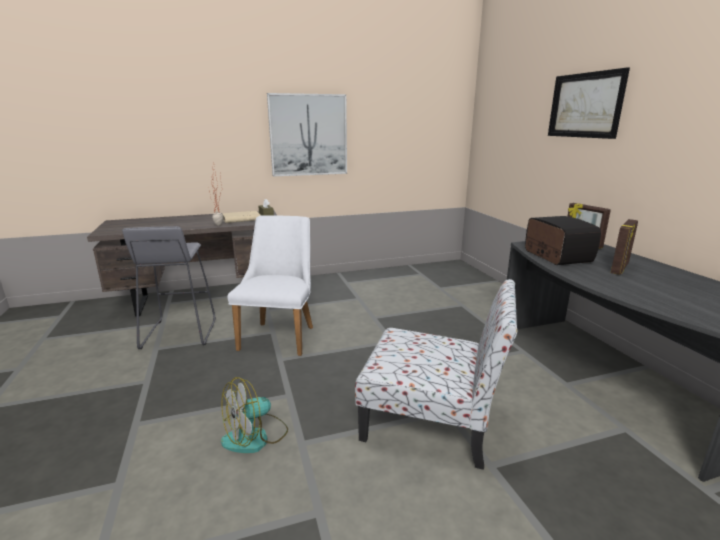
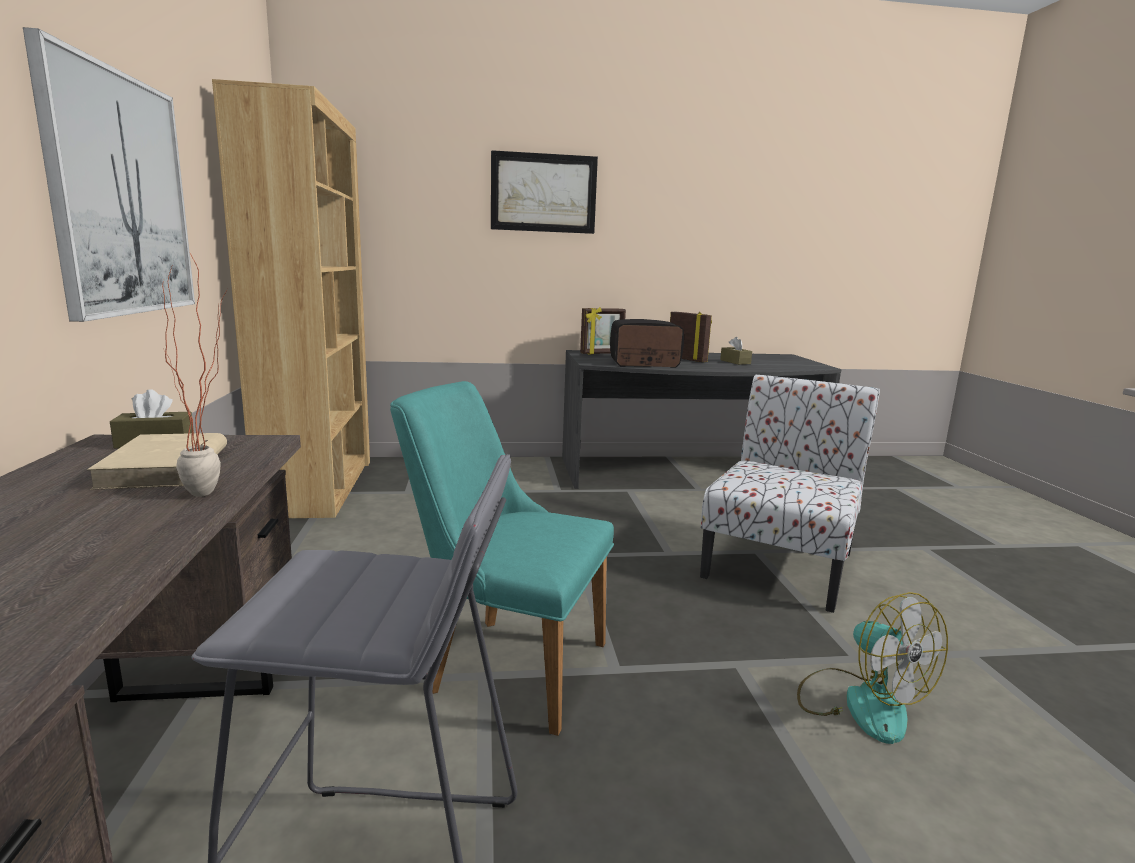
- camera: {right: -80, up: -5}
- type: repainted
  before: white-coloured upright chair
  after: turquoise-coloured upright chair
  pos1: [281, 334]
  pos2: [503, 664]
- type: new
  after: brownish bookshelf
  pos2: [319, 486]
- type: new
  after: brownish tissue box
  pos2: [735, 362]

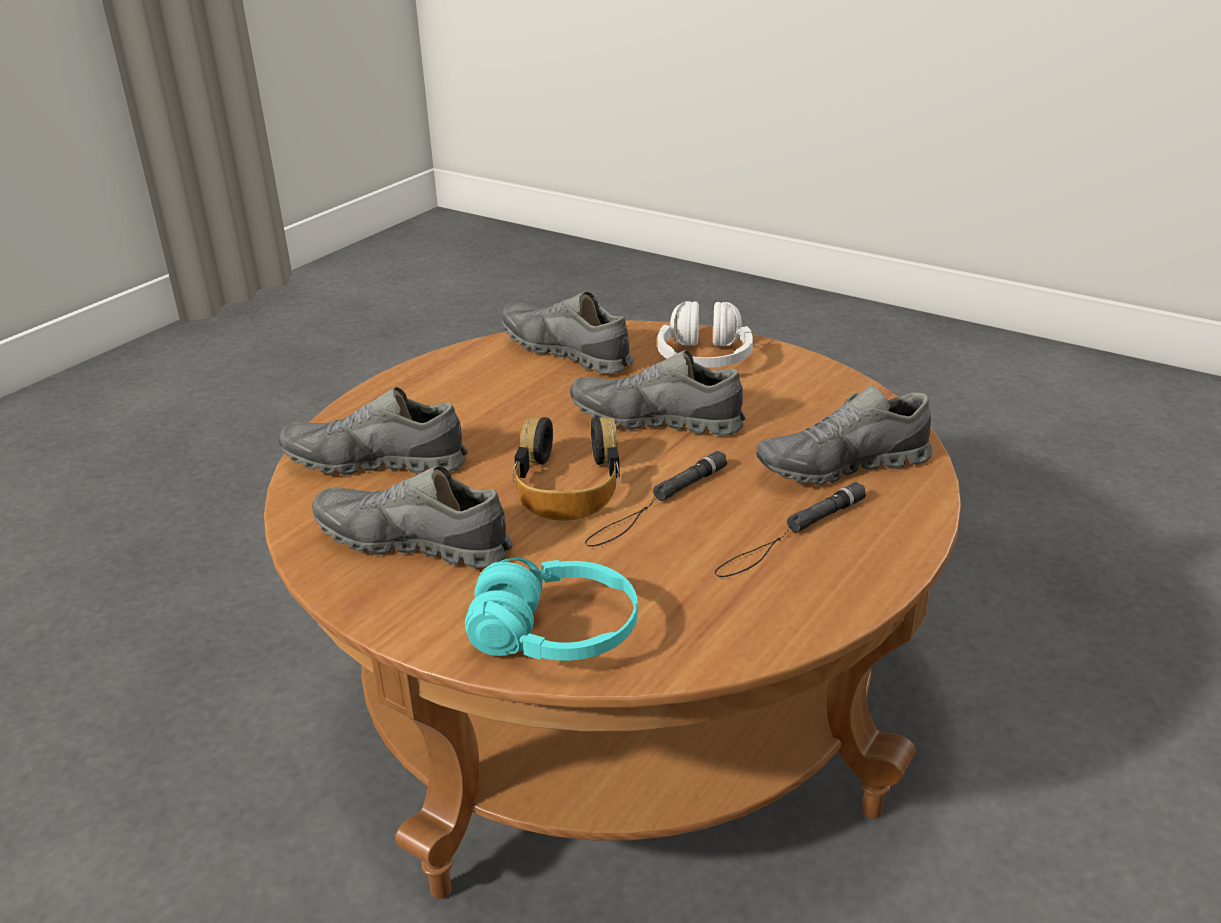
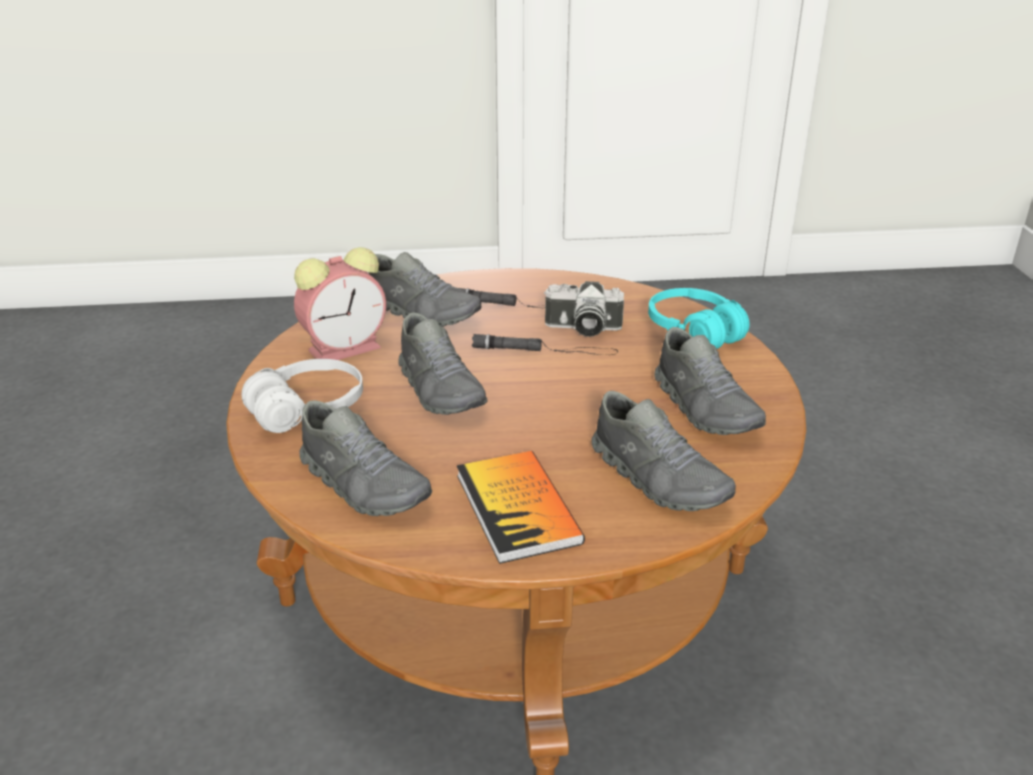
- camera: {right: -130, up: 0}
- type: rotated
  before: greyish low shoe
  pos1: [566, 352]
  pos2: [364, 484]
  turn: -45
- type: gone
  before: pair of headphones
  pos1: [568, 484]
- type: new
  after: alarm clock
  pos2: [347, 348]
- type: new
  after: photo camera
  pos2: [582, 329]
- type: new
  after: bound book
  pos2: [517, 508]

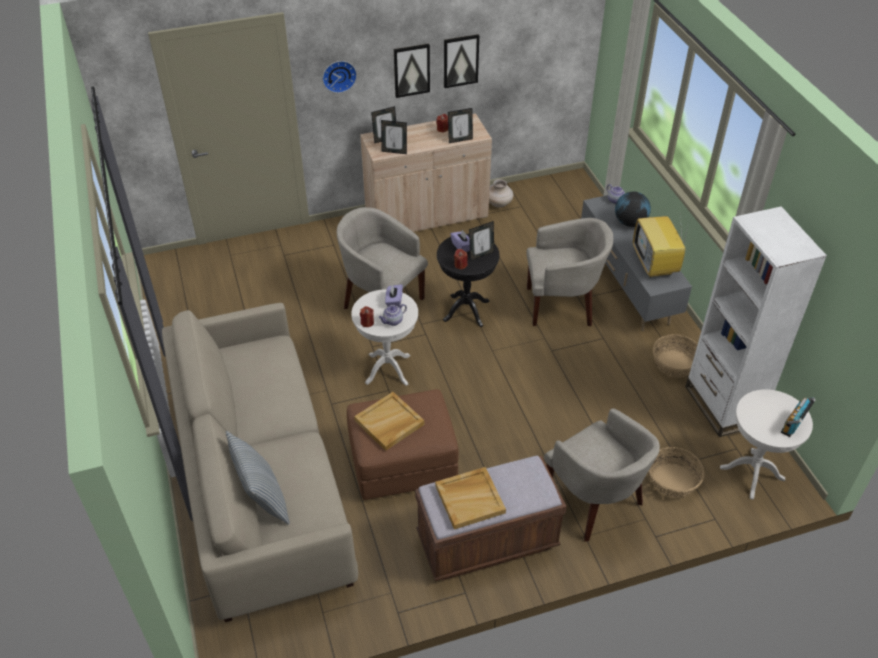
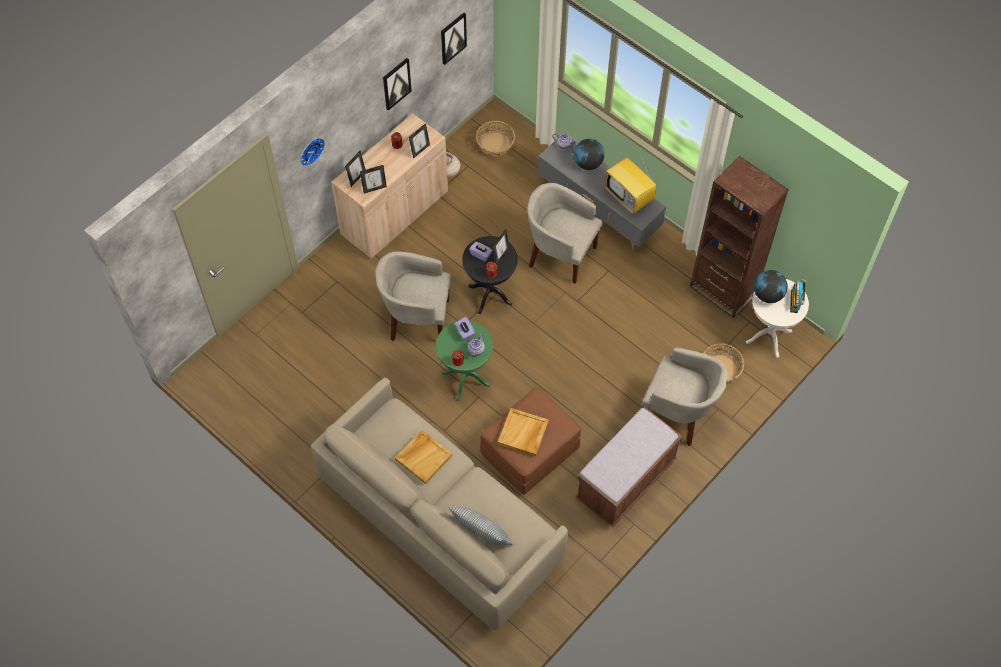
- camera: {right: -30, up: 15}
- type: shifted
  before: wall picture
  pos1: [411, 70]
  pos2: [453, 38]
- type: repainted
  before: white-coloured bookshelf
  after: brownish bookshelf
  pos1: [722, 405]
  pos2: [723, 290]
- type: rotated
  before: beige easy chair
  pos1: [562, 305]
  pos2: [560, 254]
  turn: -120
- type: repainted
  before: white-coloured side table
  after: green-coloured side table
  pos1: [388, 369]
  pos2: [465, 379]
- type: shifted
  before: storage basket
  pos1: [675, 364]
  pos2: [495, 144]
- type: shifted
  before: beige serving tray
  pos1: [470, 499]
  pos2: [423, 457]
- type: new
  after: desk globe
  pos2: [767, 295]

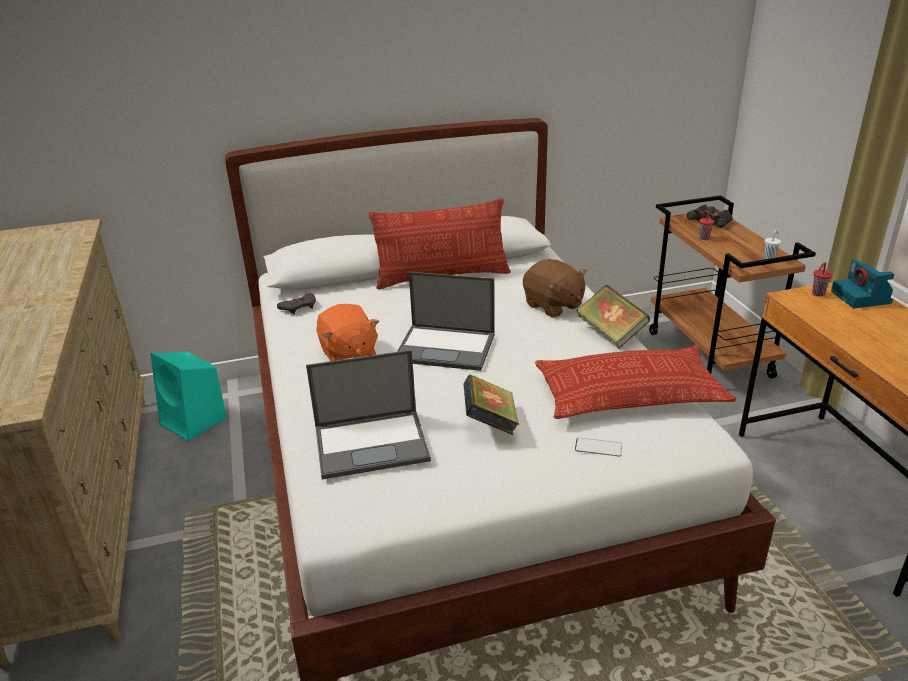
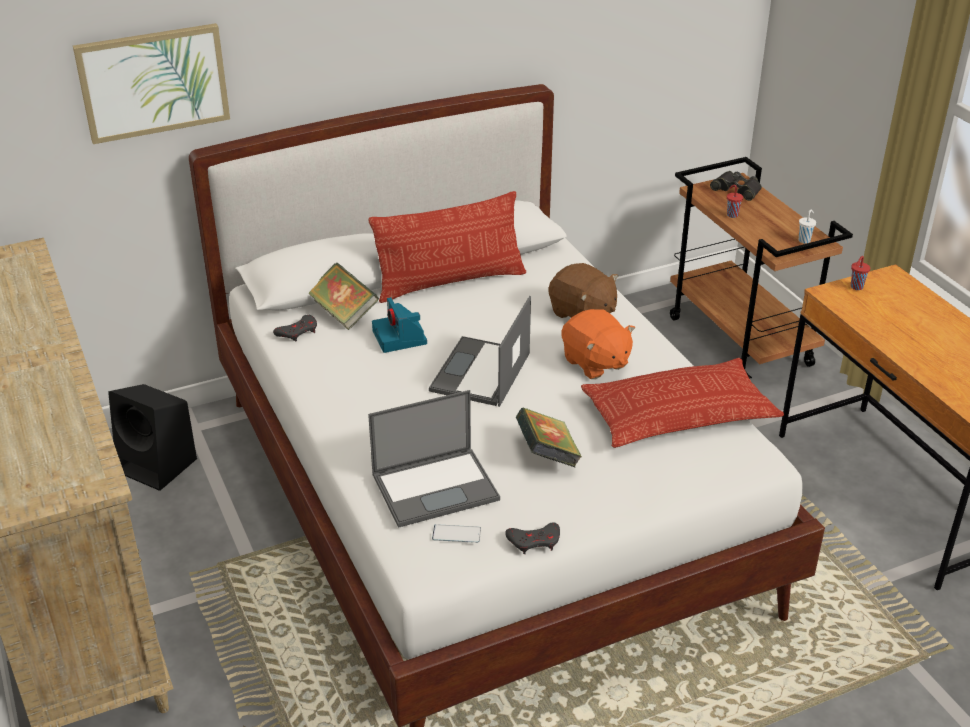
- camera: {right: -10, up: 5}
- type: shifted
  before: photo camera
  pos1: [862, 298]
  pos2: [400, 338]
- type: rotated
  before: laptop
  pos1: [446, 347]
  pos2: [480, 373]
  turn: 105
- type: shifted
  before: bound book
  pos1: [611, 333]
  pos2: [343, 313]
- type: shifted
  before: orange cuddly toy
  pos1: [348, 355]
  pos2: [595, 363]
- type: repainted
  before: turquoise-coloured audio speaker
  after: black audio speaker
  pos1: [195, 421]
  pos2: [159, 466]
- type: shifted
  before: phone
  pos1: [598, 447]
  pos2: [456, 534]
- type: new
  after: wall picture
  pos2: [153, 82]
- type: new
  after: greyish joypad
  pos2: [534, 541]

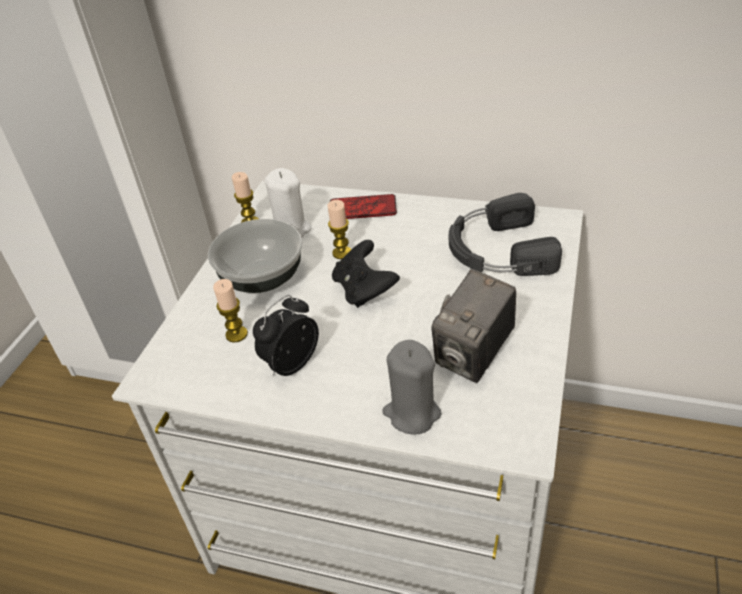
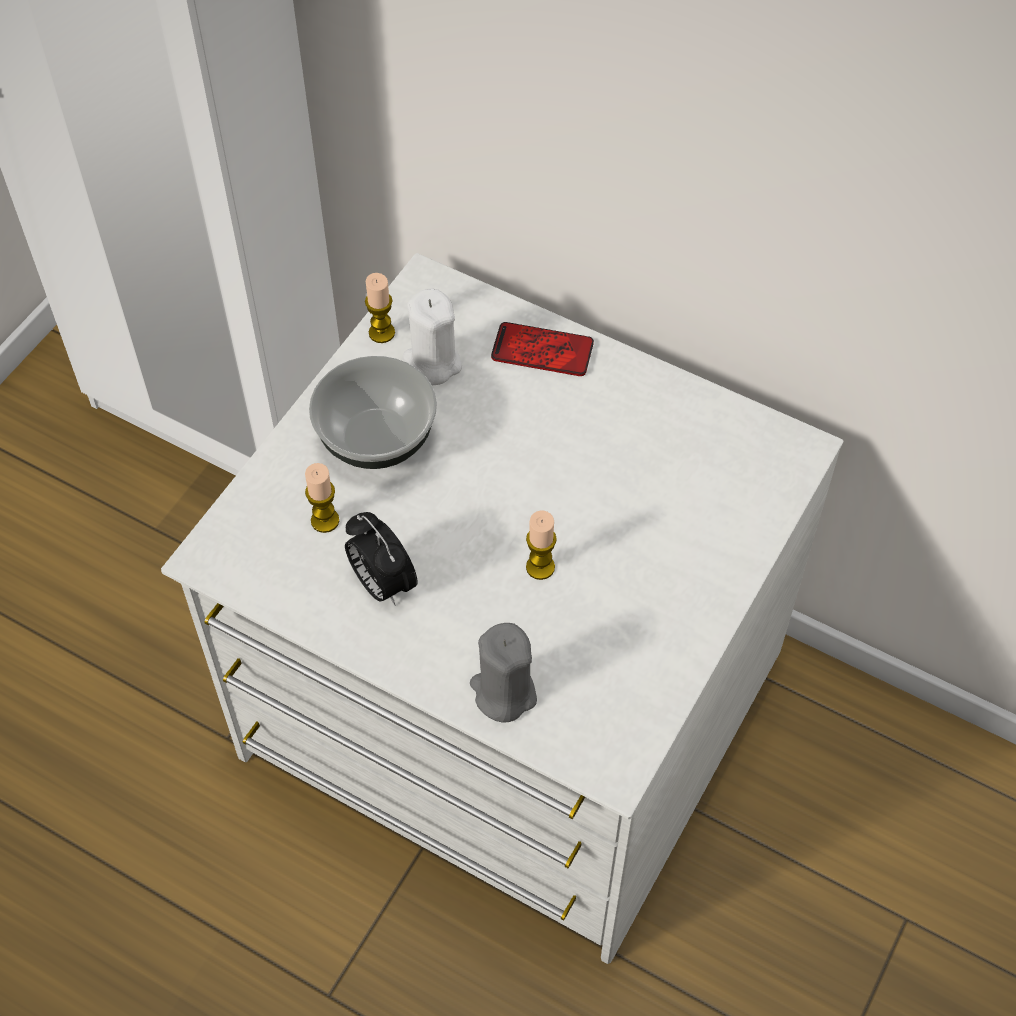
- camera: {right: 10, up: 15}
- type: gone
  before: black pair of headphones
  pos1: [497, 250]
- type: shifted
  before: wax light
  pos1: [342, 253]
  pos2: [540, 567]
- type: gone
  before: black joypad
  pos1: [364, 290]
- type: gone
  before: photo camera
  pos1: [474, 356]
- type: rotated
  before: alarm clock
  pos1: [291, 363]
  pos2: [381, 583]
  turn: -90

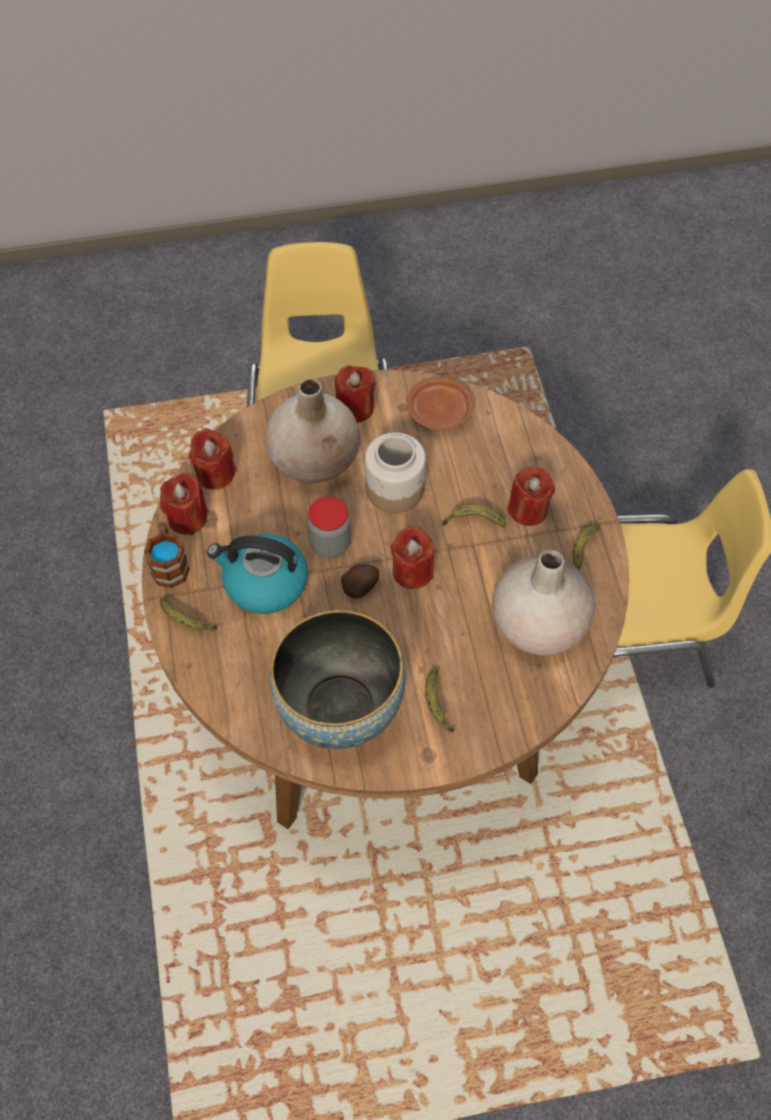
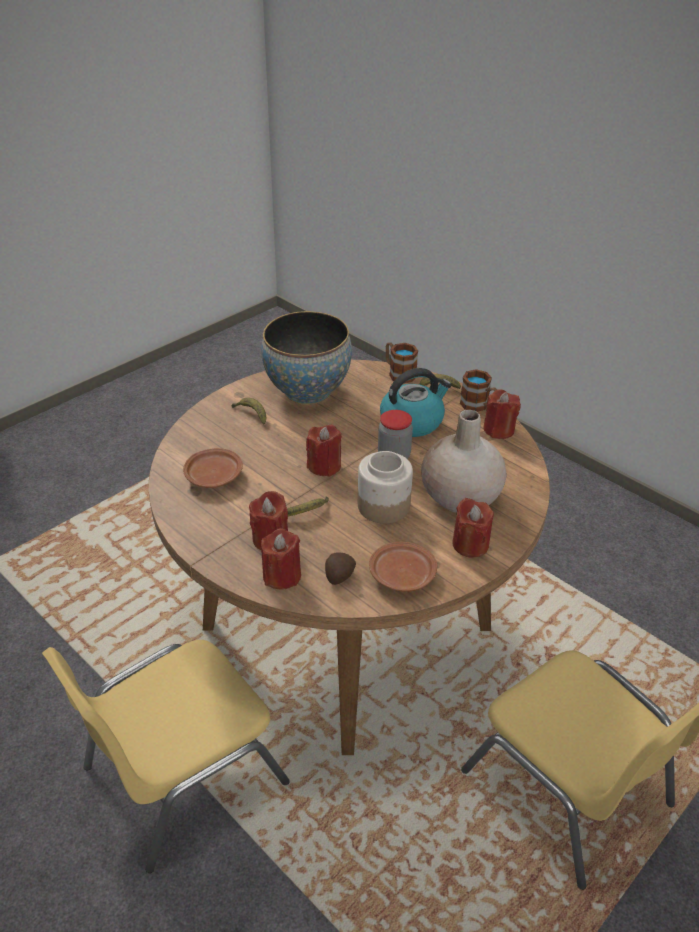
- camera: {right: 145, up: -20}
- type: shifted
  before: reddish wax light
  pos1: [215, 473]
  pos2: [282, 576]
- type: gone
  before: banana
  pos1: [582, 553]
- type: swapped
  before: beige decorative vase
  after: brownish dinner plate
  pos1: [537, 623]
  pos2: [214, 476]
- type: shifted
  before: spud
  pos1: [361, 587]
  pos2: [338, 577]
- type: new
  after: mug
  pos2: [398, 373]

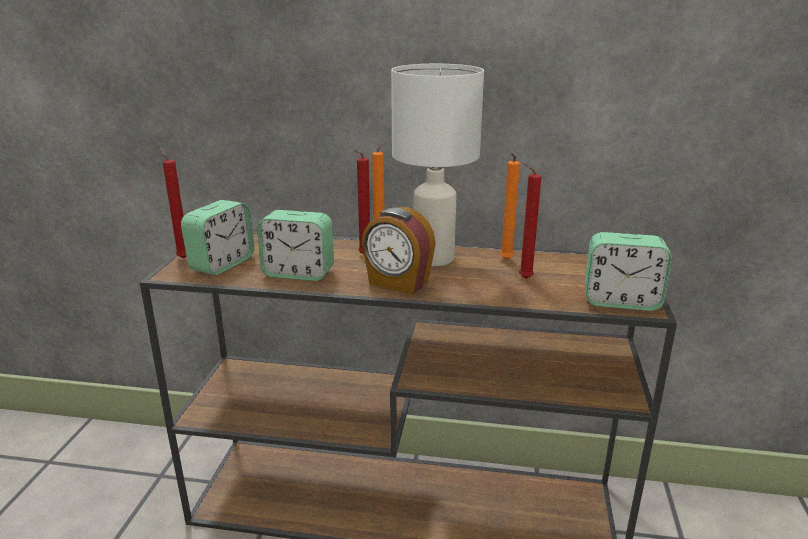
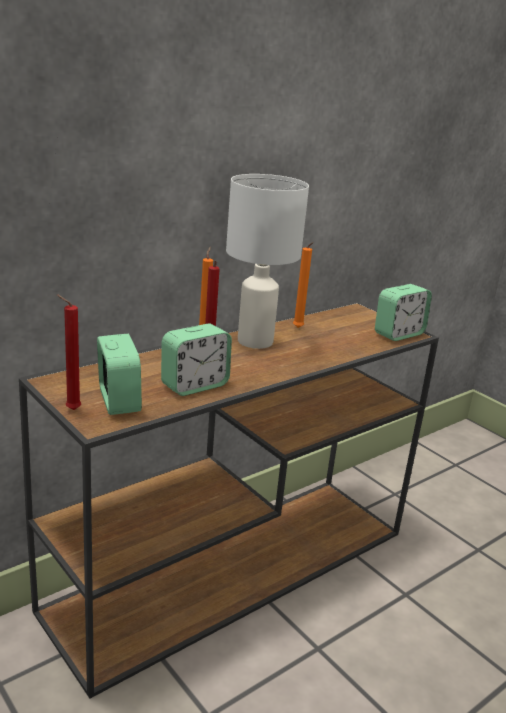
- camera: {right: -50, up: 0}
- type: gone
  before: reddish wax light
  pos1: [523, 278]
- type: gone
  before: alarm clock
  pos1: [398, 283]

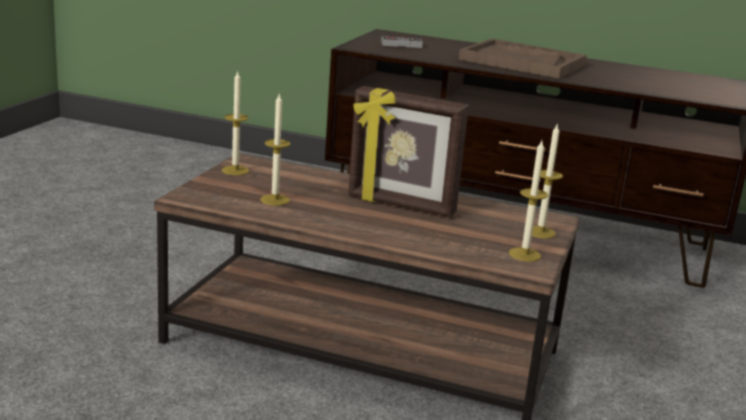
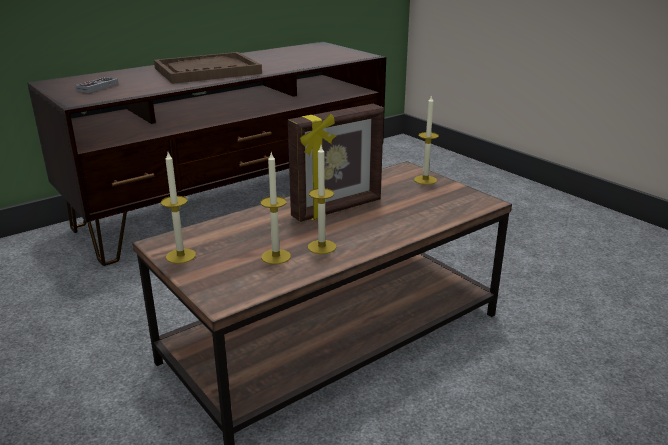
- camera: {right: -55, up: 5}
- type: shifted
  before: wax light
  pos1: [524, 254]
  pos2: [322, 247]

